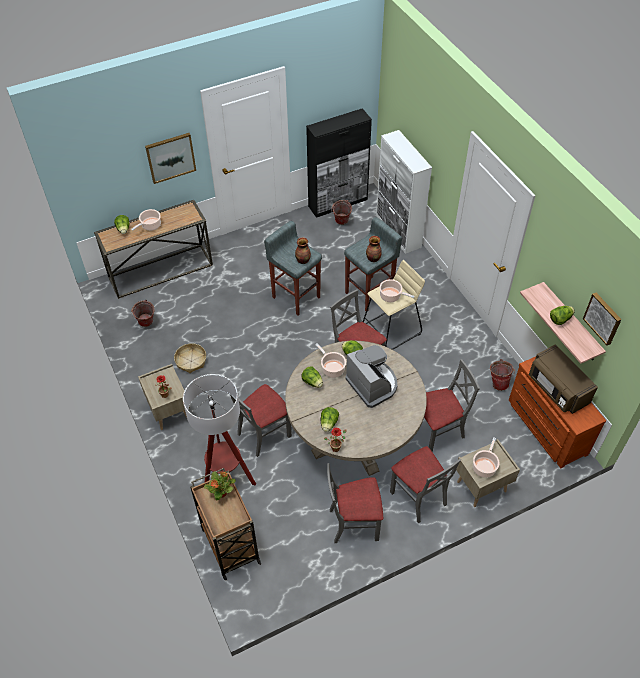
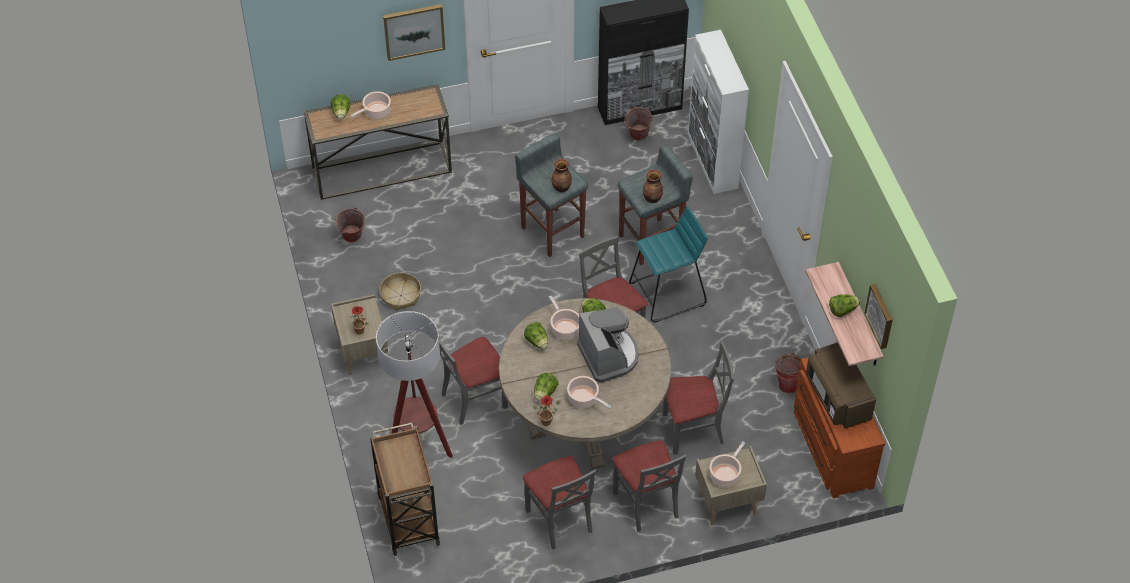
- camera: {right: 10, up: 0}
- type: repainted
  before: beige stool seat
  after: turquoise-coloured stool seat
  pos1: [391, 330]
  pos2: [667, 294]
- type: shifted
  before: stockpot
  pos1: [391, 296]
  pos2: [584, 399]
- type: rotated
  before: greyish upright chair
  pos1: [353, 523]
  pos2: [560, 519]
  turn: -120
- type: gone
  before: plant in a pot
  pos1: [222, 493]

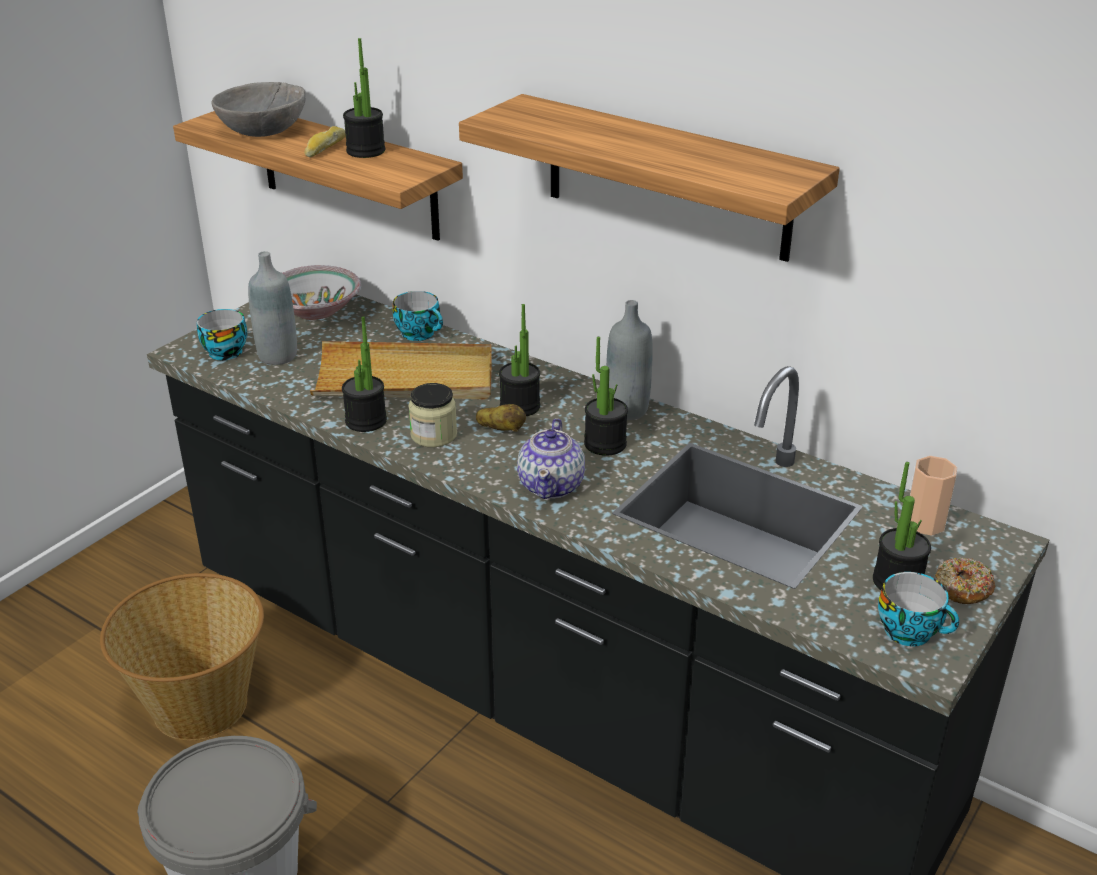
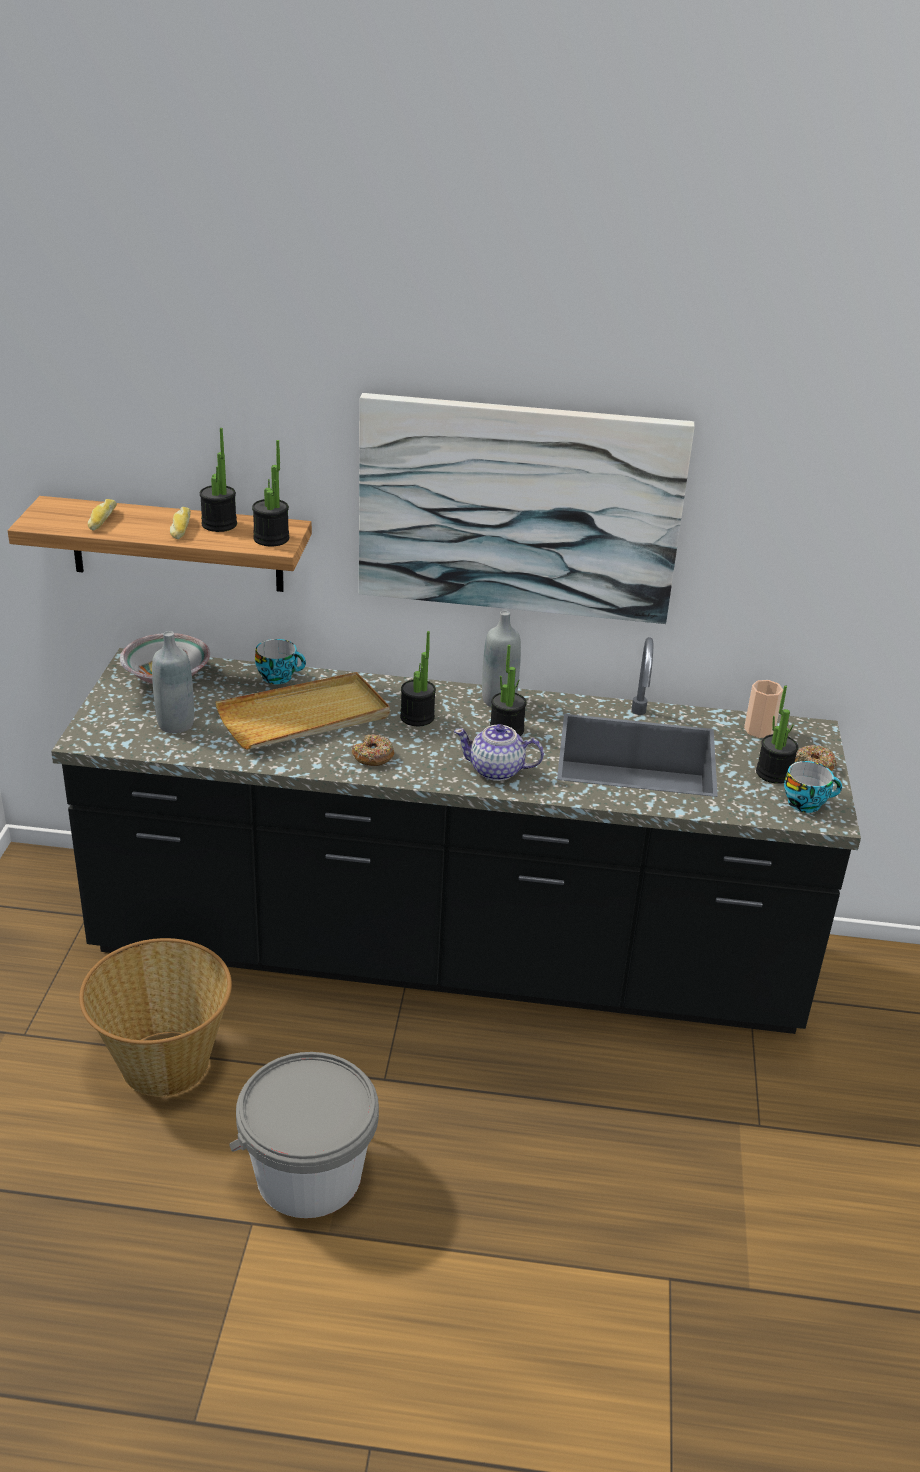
- camera: {right: -30, up: 0}
- type: swapped
  before: greyish serving bowl
  after: bread
  pos1: [263, 130]
  pos2: [102, 520]
- type: swapped
  before: shelf
  after: wall picture
  pos1: [667, 178]
  pos2: [519, 509]
- type: gone
  before: drinking cup
  pos1: [225, 351]
- type: shifted
  before: plant in a pot
  pos1: [366, 421]
  pos2: [271, 539]
- type: swapped
  before: jar
  after: ring doughnut
  pos1: [434, 435]
  pos2: [373, 756]
- type: gone
  before: spud
  pos1: [501, 430]
- type: rotated
  before: teapot
  pos1: [552, 485]
  pos2: [497, 771]
  turn: 120

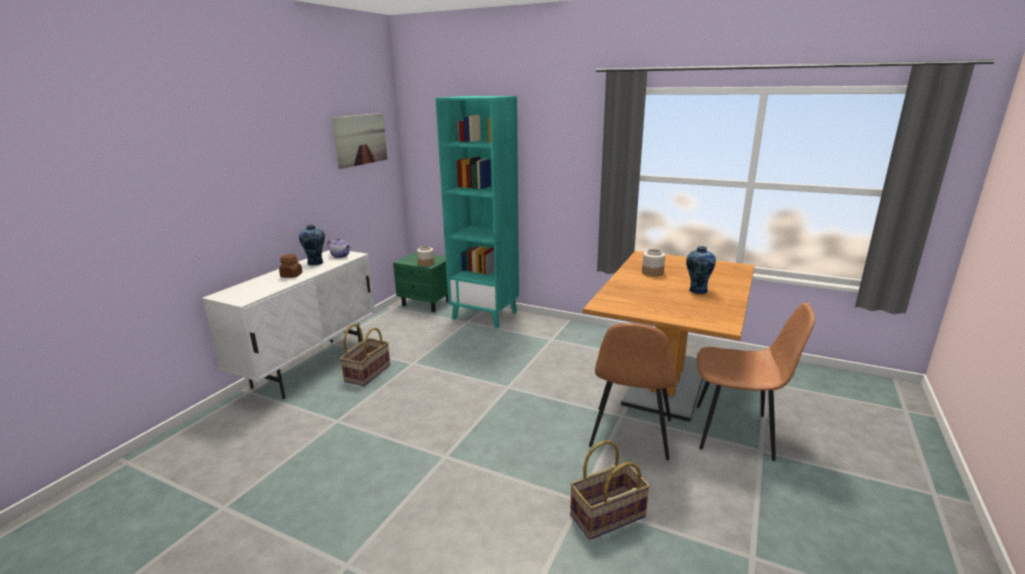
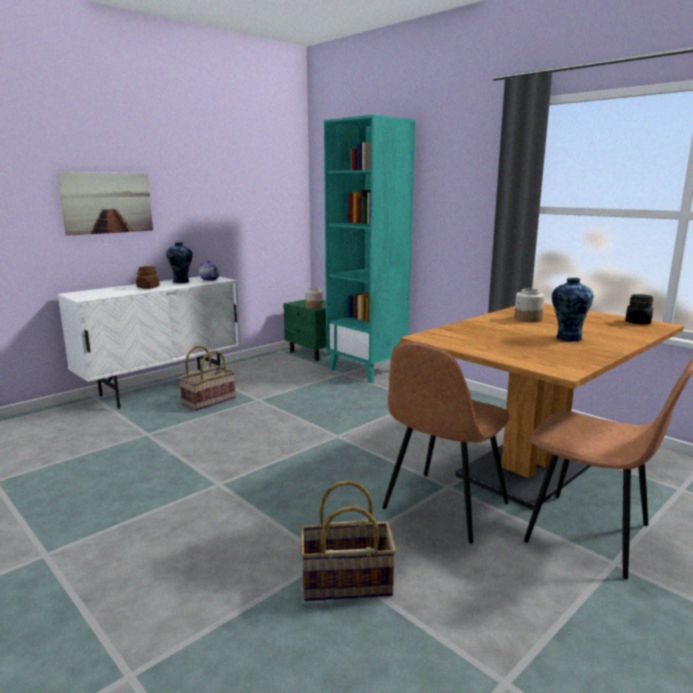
- camera: {right: 20, up: -5}
- type: shifted
  before: wall picture
  pos1: [360, 139]
  pos2: [107, 203]
- type: new
  after: black jar
  pos2: [638, 322]

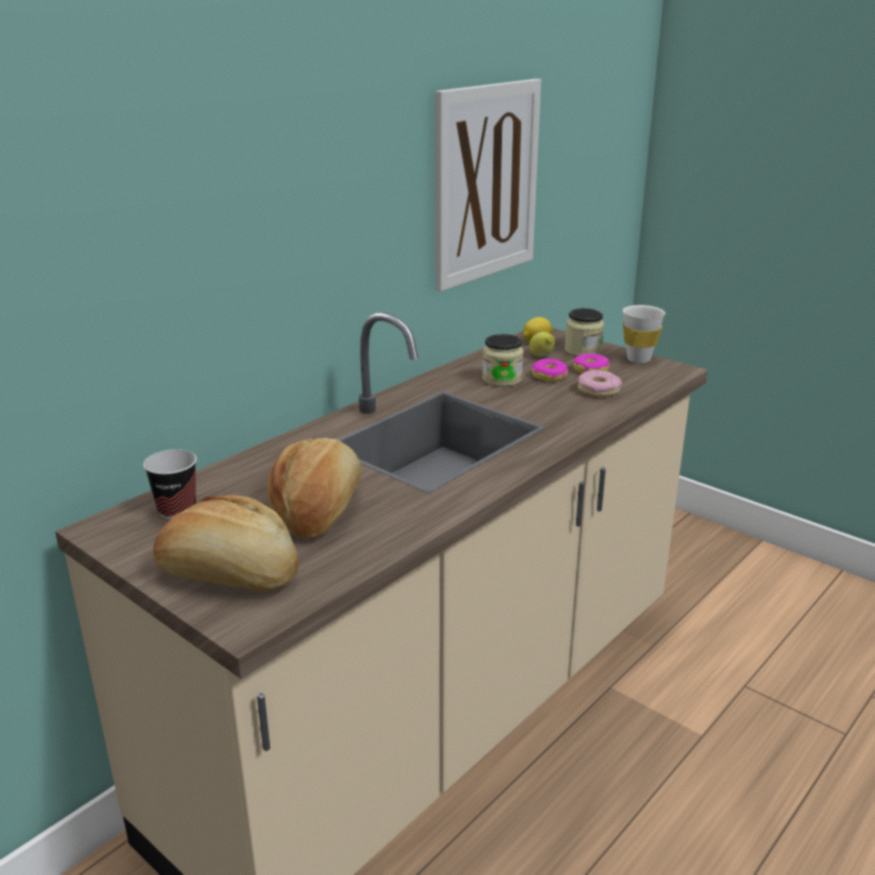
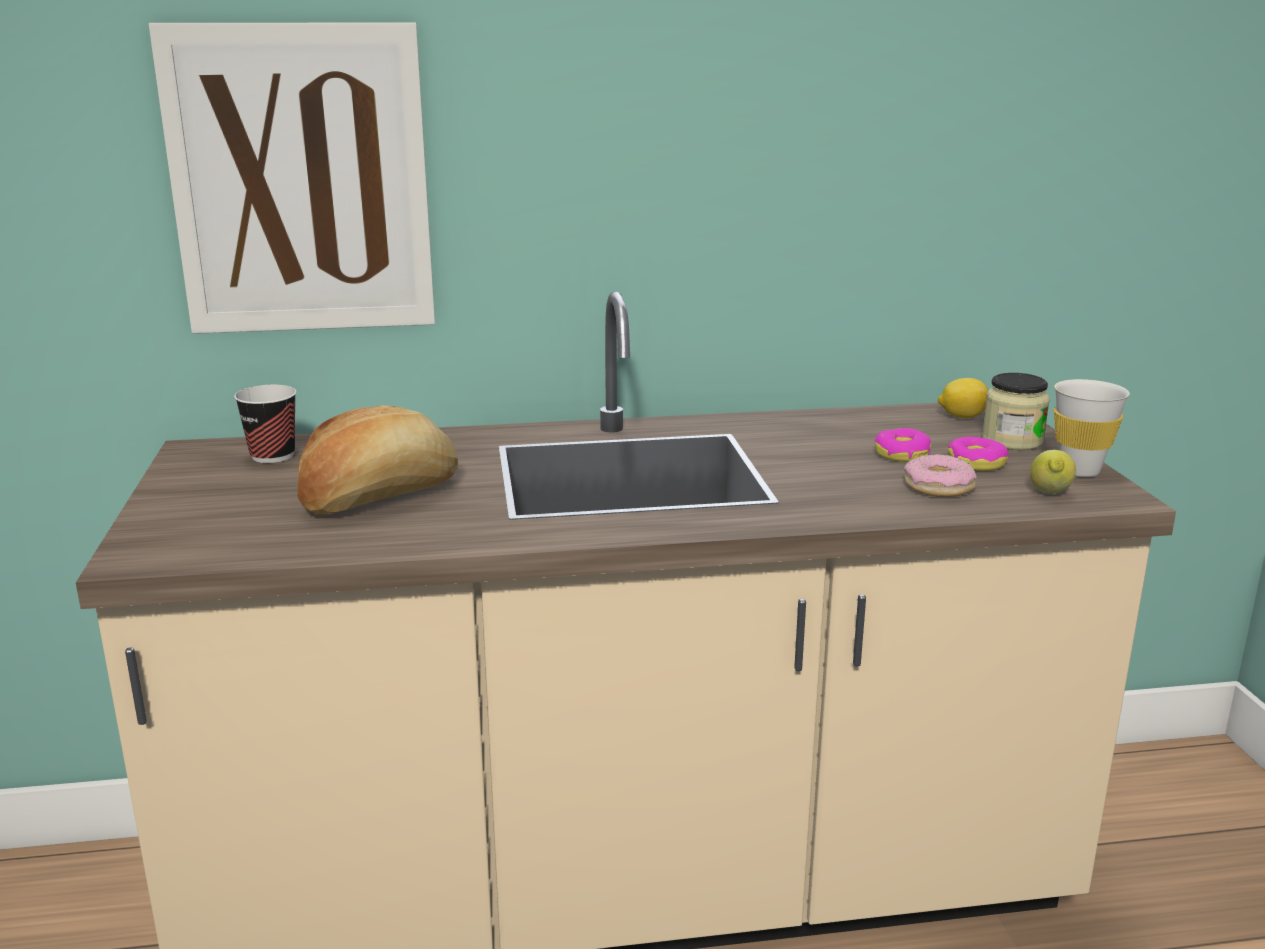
- camera: {right: 40, up: -5}
- type: shifted
  before: wall picture
  pos1: [486, 183]
  pos2: [301, 181]
- type: shifted
  before: citrus fruit
  pos1: [542, 357]
  pos2: [1049, 494]
- type: gone
  before: jar
  pos1: [502, 379]
- type: gone
  before: bread
  pos1: [229, 575]

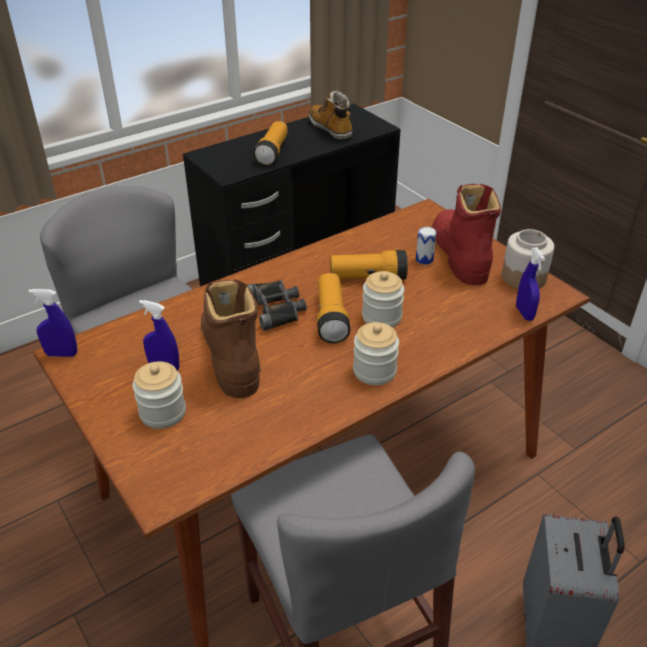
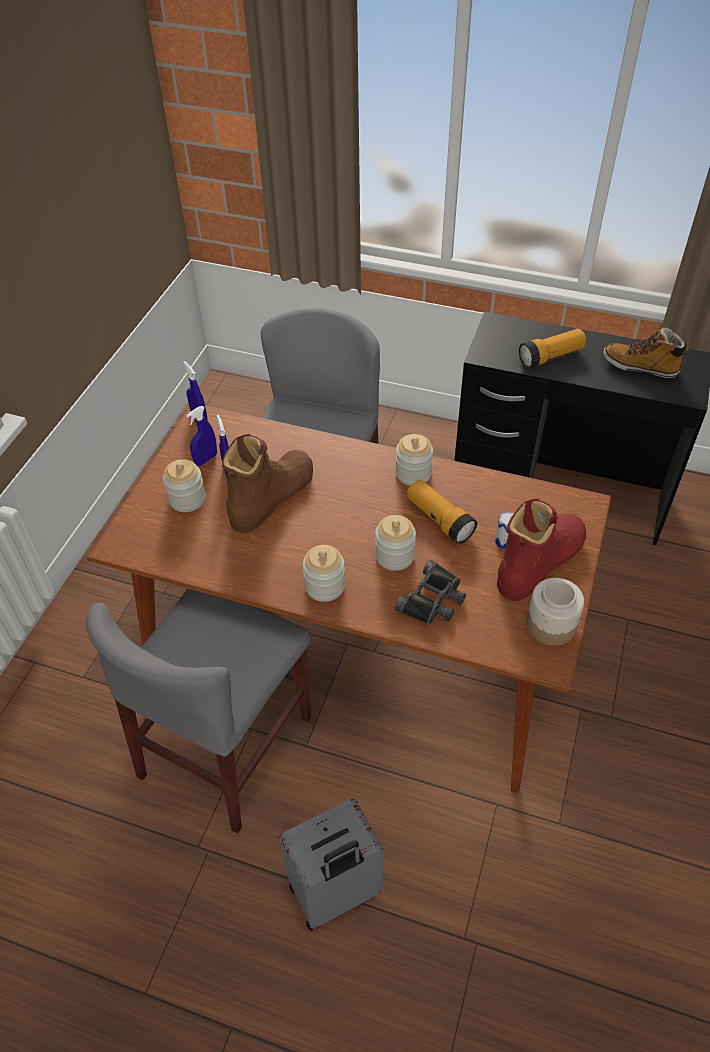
- camera: {right: 55, up: 10}
- type: rotated
  before: tall boot
  pos1: [331, 129]
  pos2: [640, 366]
  turn: -90
- type: shifted
  before: blue-coloured spray bottle
  pos1: [524, 313]
  pos2: [206, 459]
- type: gone
  before: flashlight
  pos1: [331, 318]
- type: shifted
  before: black pair of binoculars
  pos1: [277, 308]
  pos2: [433, 599]
- type: new
  after: jar
  pos2: [413, 473]

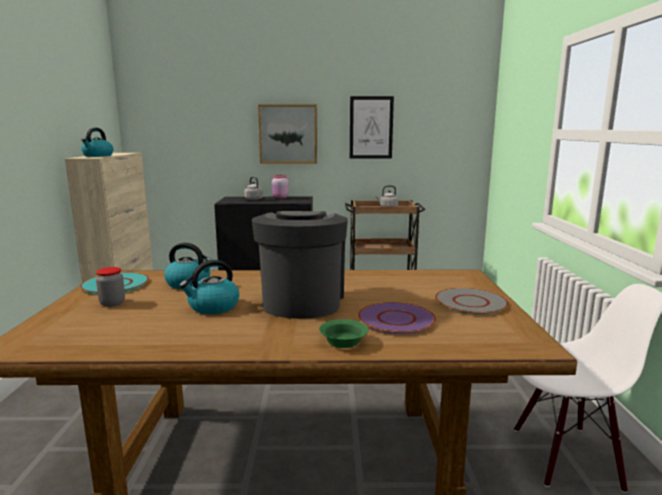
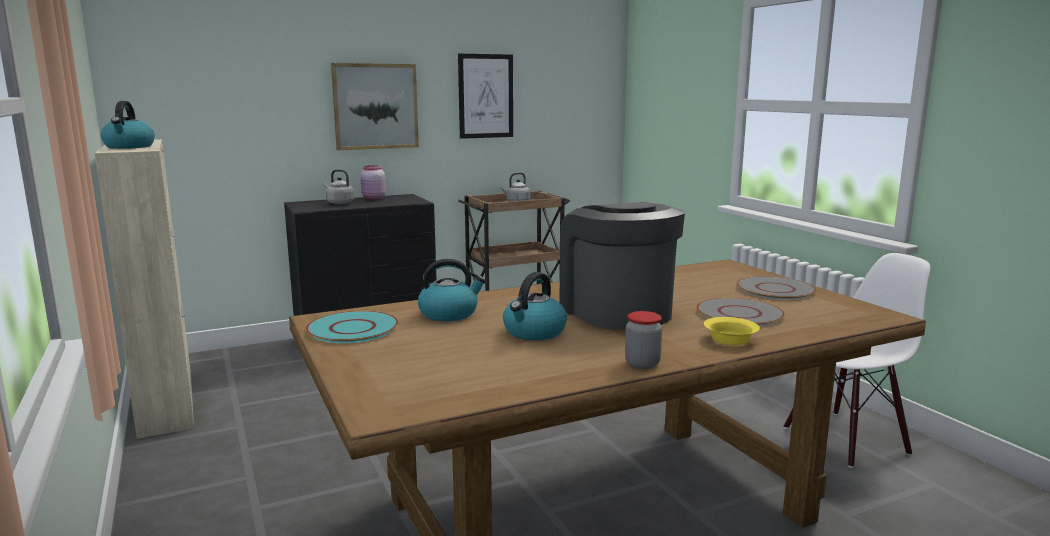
- camera: {right: -25, up: 0}
- type: shifted
  before: jar
  pos1: [112, 303]
  pos2: [642, 364]
- type: repainted
  before: purple-coloured dinner plate
  after: greyish dinner plate
  pos1: [396, 319]
  pos2: [740, 314]
- type: repainted
  before: green-coloured serving bowl
  after: yellowish serving bowl
  pos1: [344, 342]
  pos2: [731, 340]

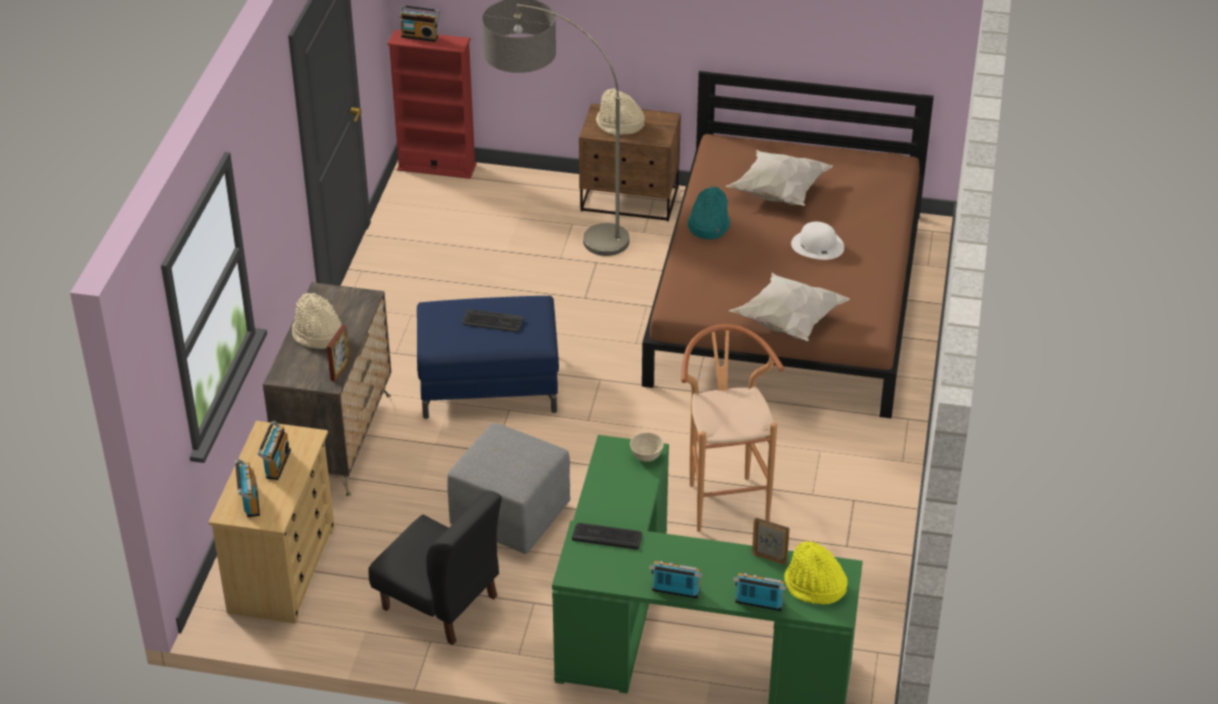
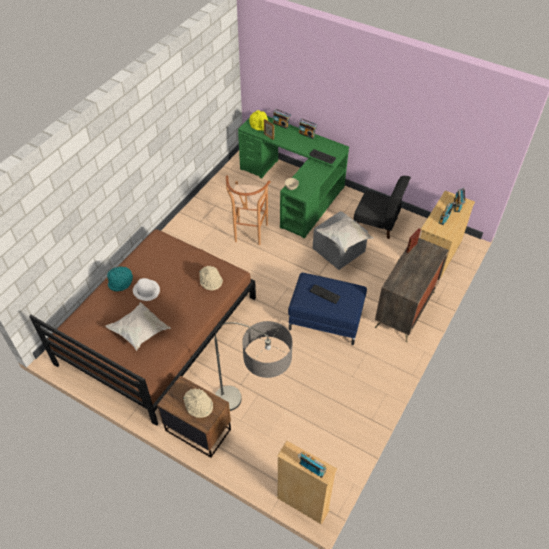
- camera: {right: -160, up: 10}
- type: repainted
  before: reddish bookshelf
  after: beige bookshelf
  pos1: [437, 167]
  pos2: [302, 504]
- type: shifted
  before: turquoise-coloured hat
  pos1: [708, 225]
  pos2: [121, 282]
- type: shifted
  before: white-coloured throw pillow
  pos1: [787, 322]
  pos2: [344, 240]
- type: shifted
  before: beige hat
  pos1: [317, 335]
  pos2: [211, 281]
- type: rotated
  before: black upright chair
  pos1: [440, 603]
  pos2: [377, 224]
  turn: 150

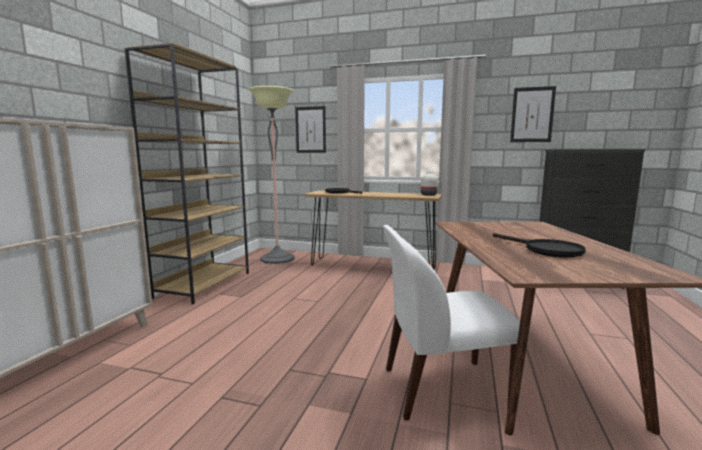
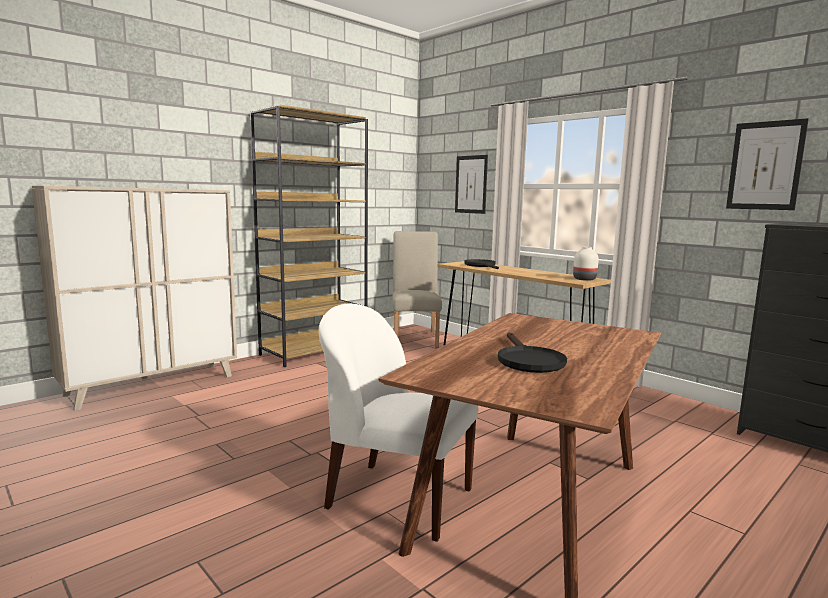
- camera: {right: 30, up: 0}
- type: swapped
  before: standing lamp
  after: beige upright chair
  pos1: [277, 259]
  pos2: [415, 339]

